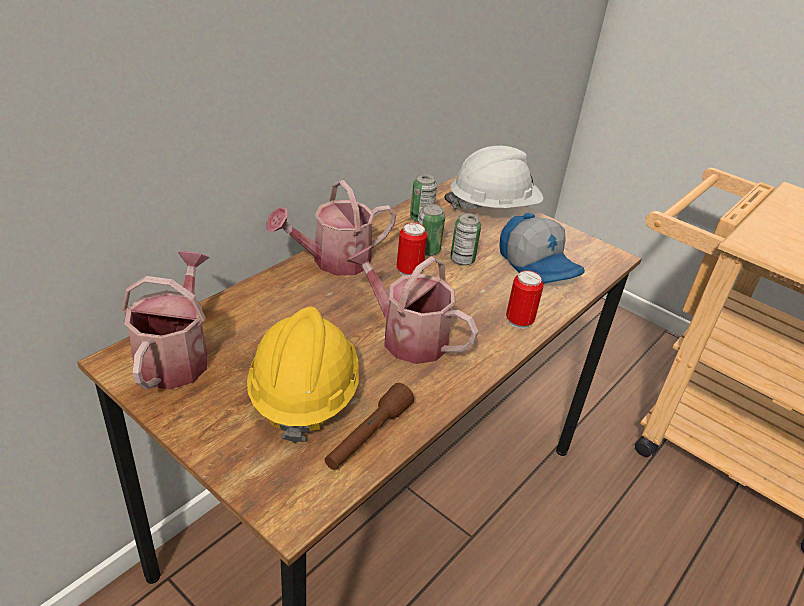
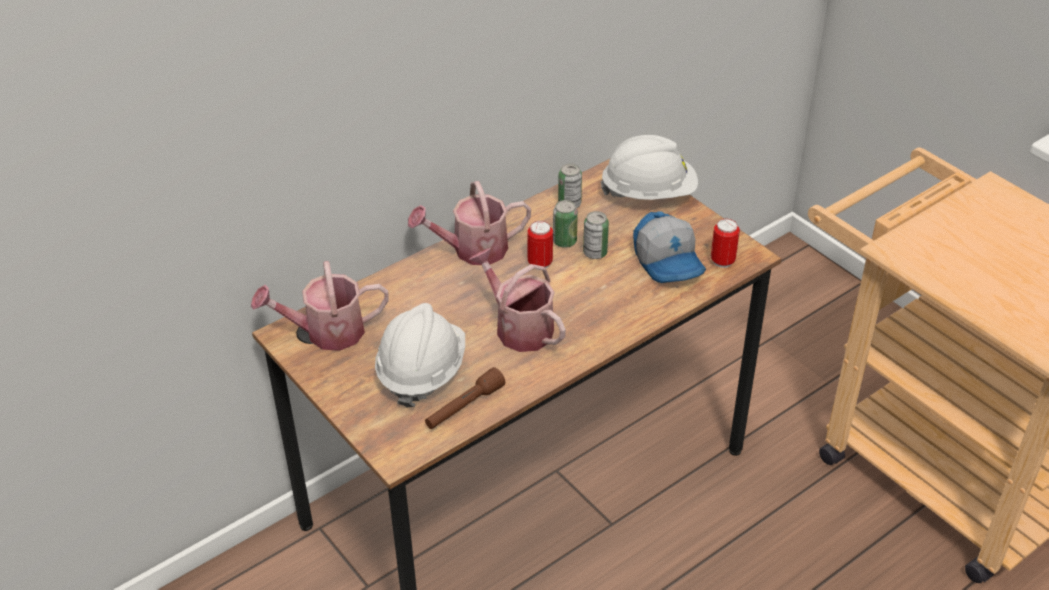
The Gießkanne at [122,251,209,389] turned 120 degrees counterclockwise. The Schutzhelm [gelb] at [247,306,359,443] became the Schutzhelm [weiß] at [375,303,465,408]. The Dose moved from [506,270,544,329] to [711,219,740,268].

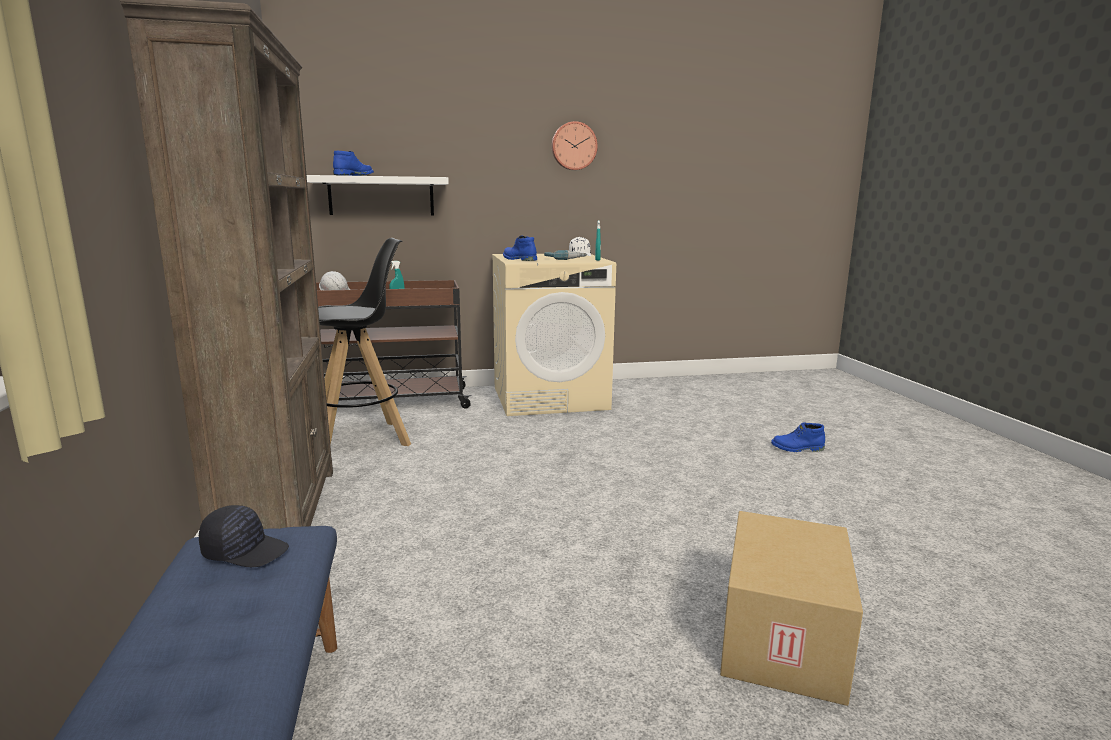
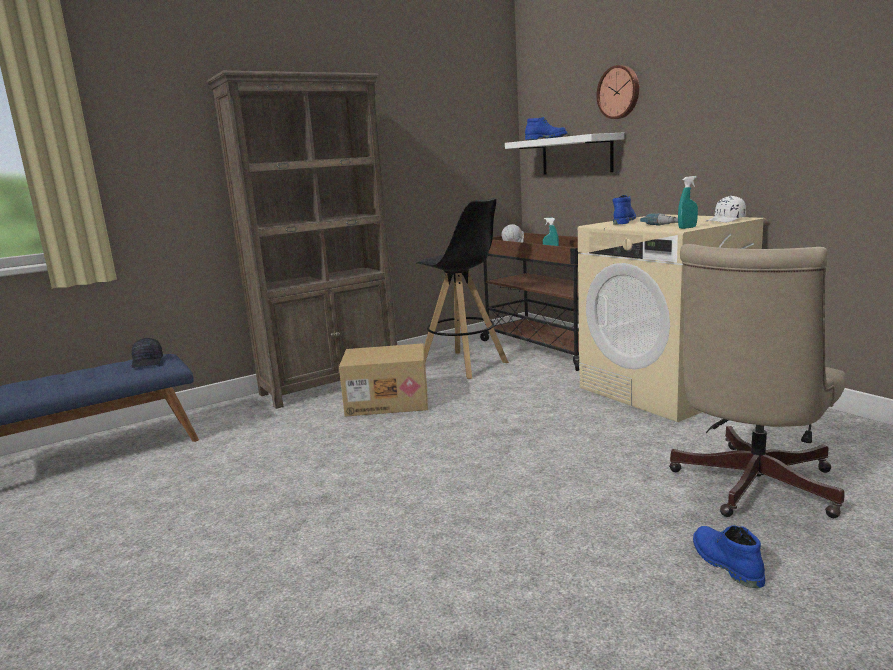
The Wanduhr moved from [552,121,598,170] to [597,65,639,119]. The Karton moved from [720,511,863,706] to [339,343,428,417]. The Bürostuhl [beige] at [669,244,846,518] appeared.

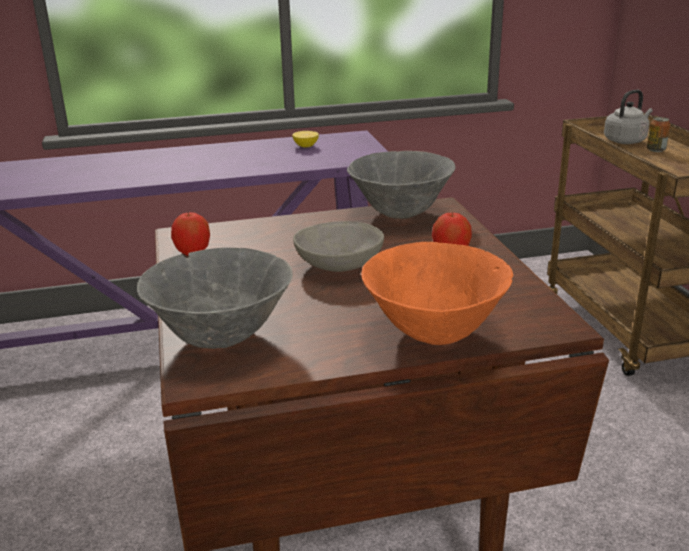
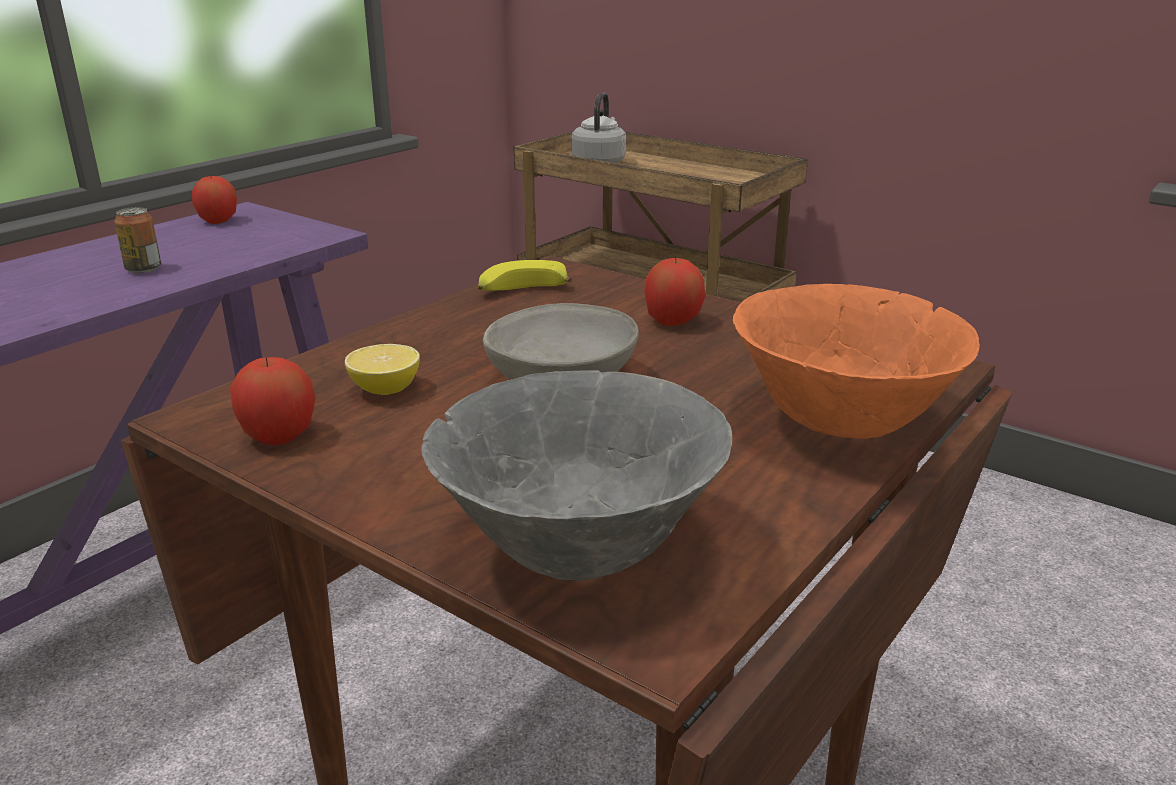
The Zitrone moved from [292,131,319,148] to [345,344,420,395]. The Schüssel [grau] at [347,151,456,219] was replaced by the Banane at [478,260,572,291]. The Dose moved from [647,117,670,152] to [114,207,161,273]. The Apfel at [192,174,237,224] appeared.

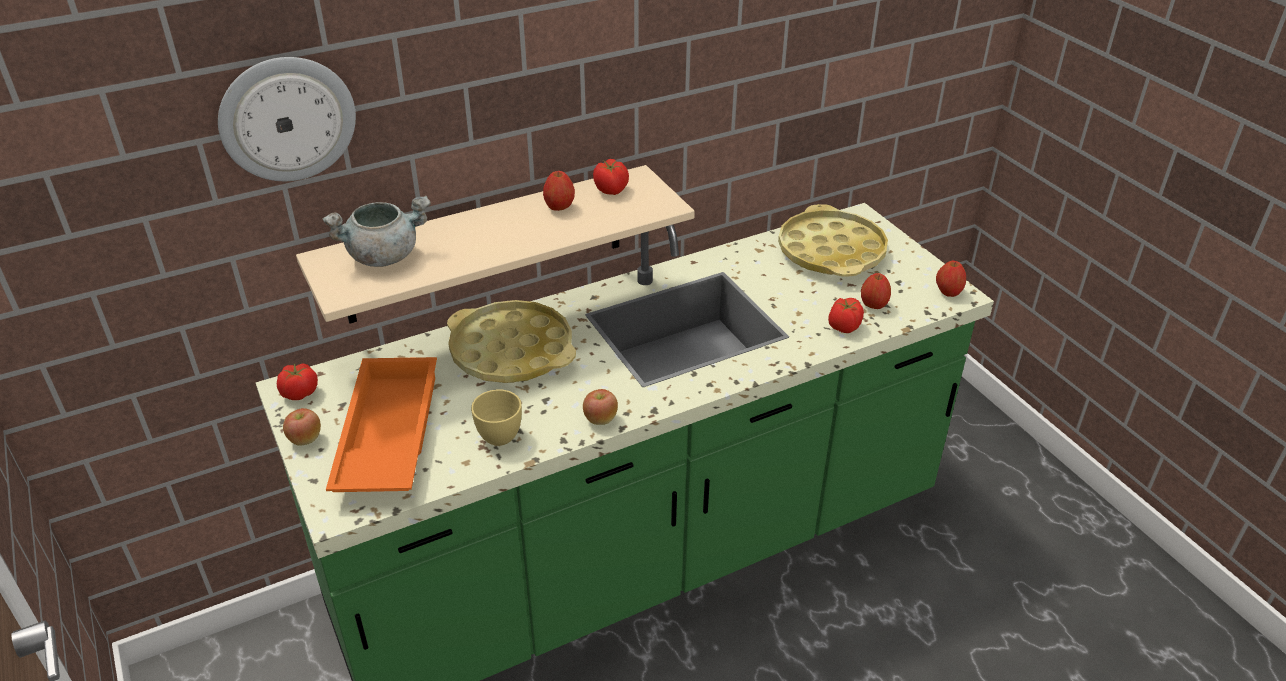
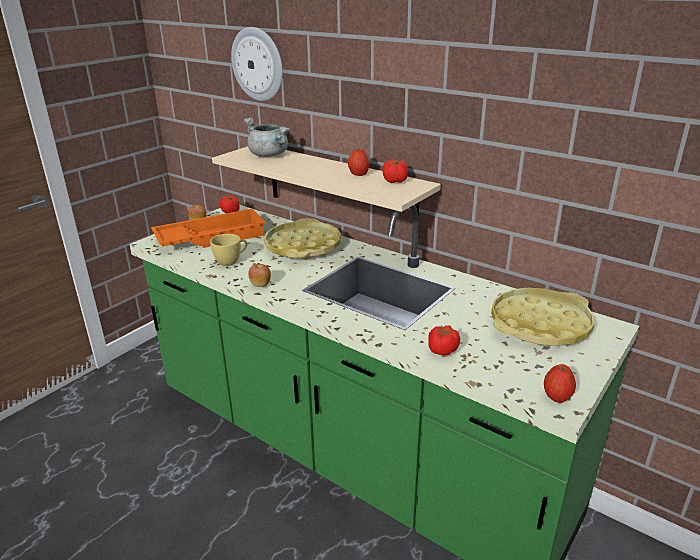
The Apfel at [861,273,891,309] disappeared.

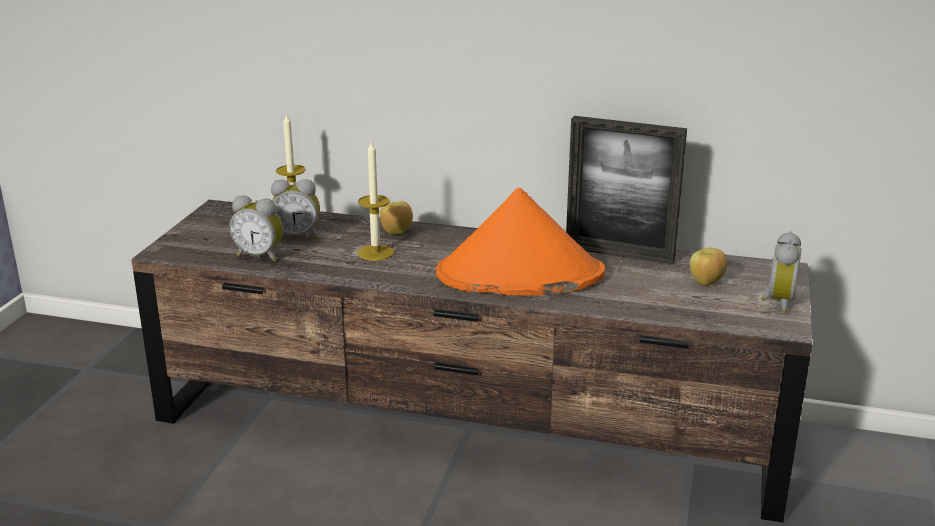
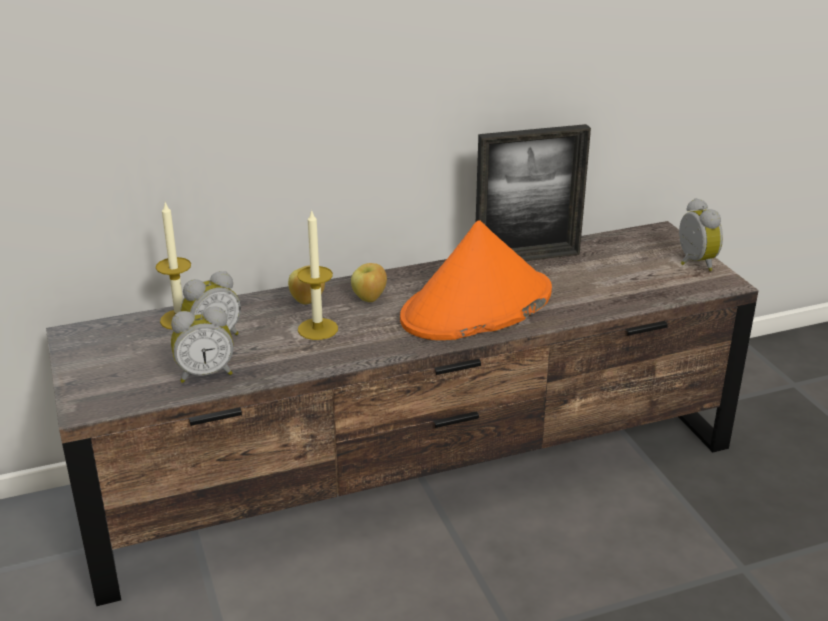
The Apfel moved from [690,248,727,286] to [351,263,387,302].

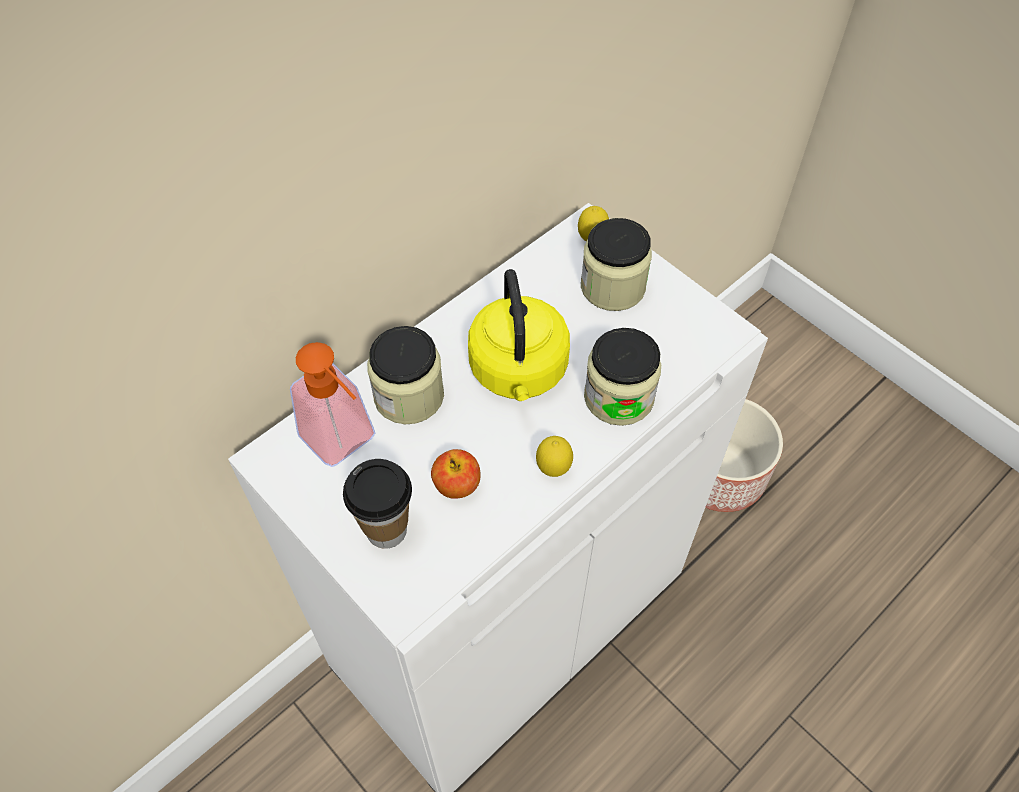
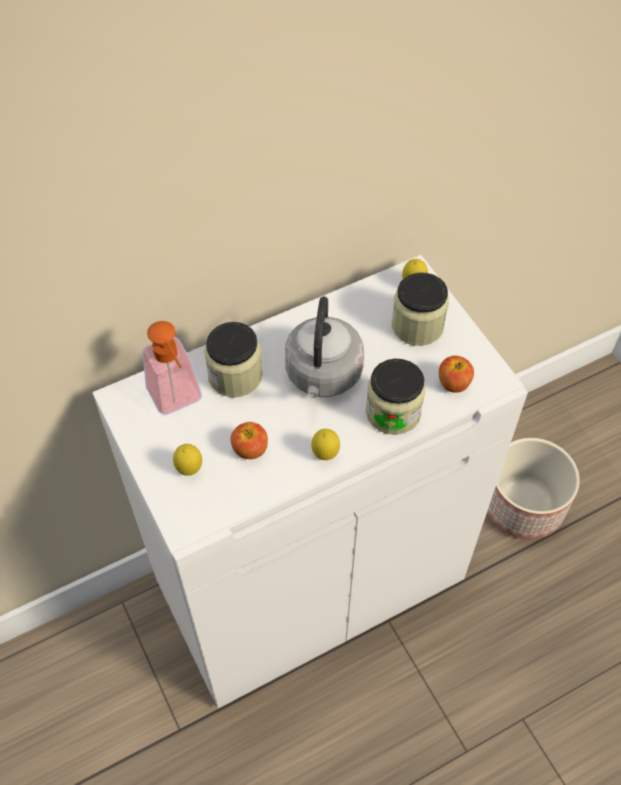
The Tasse at [343,459,412,549] was replaced by the Zitrone at [173,444,202,476]. The Wasserkessel [gelb] at [468,269,570,401] became the Wasserkessel [grau] at [285,297,364,398]. The Apfel at [439,356,474,393] appeared.

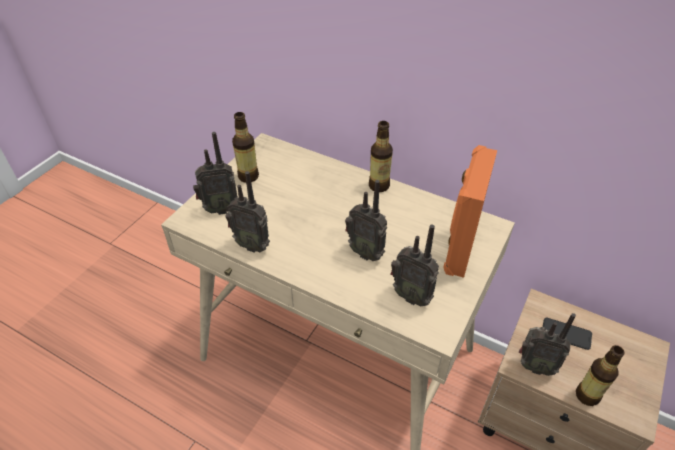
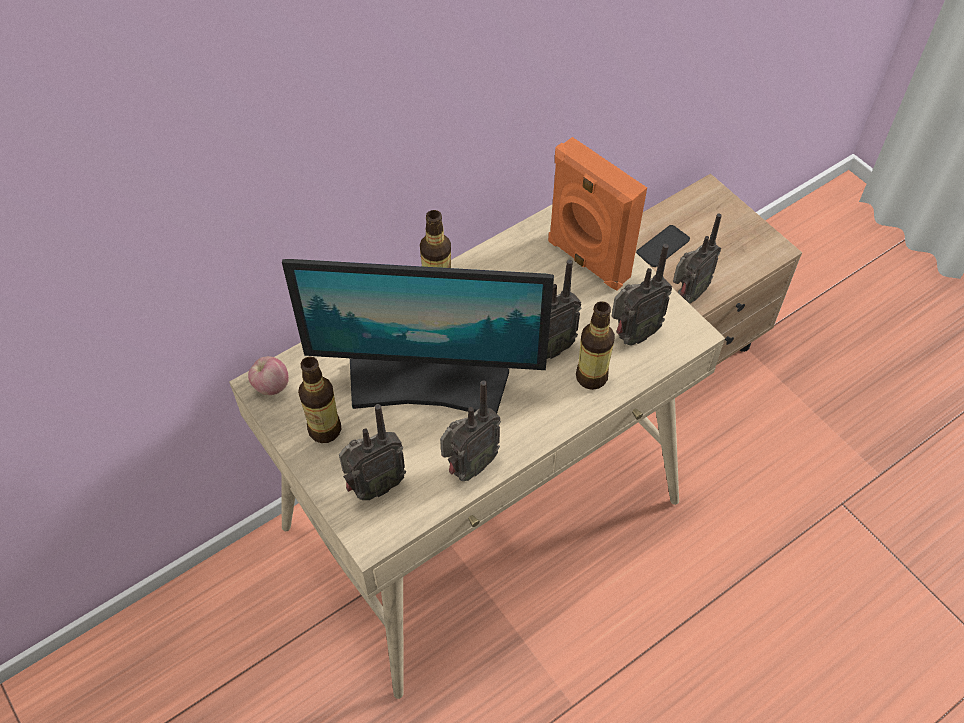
The Radio at [193,132,238,215] turned 45 degrees clockwise. The Flasche moved from [576,345,625,406] to [576,301,615,390]. The Apfel at [248,356,289,395] appeared. The Monitor at [282,259,554,414] appeared.

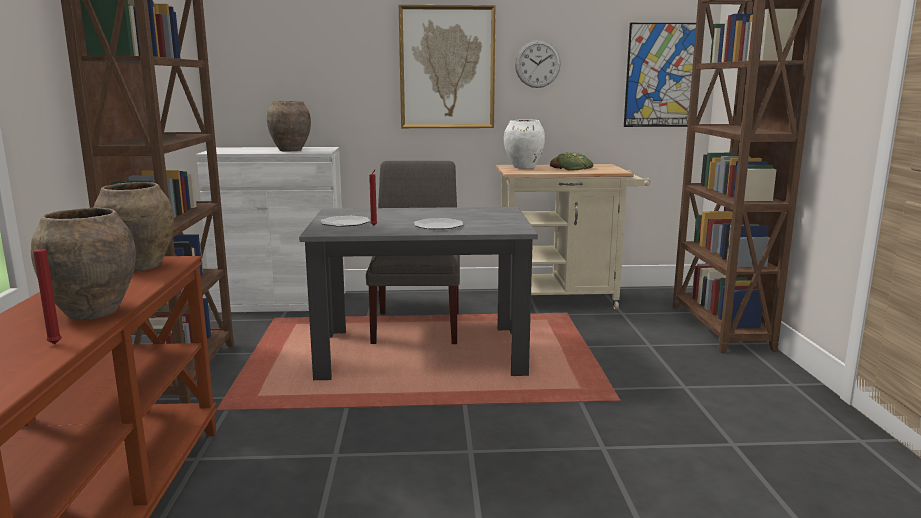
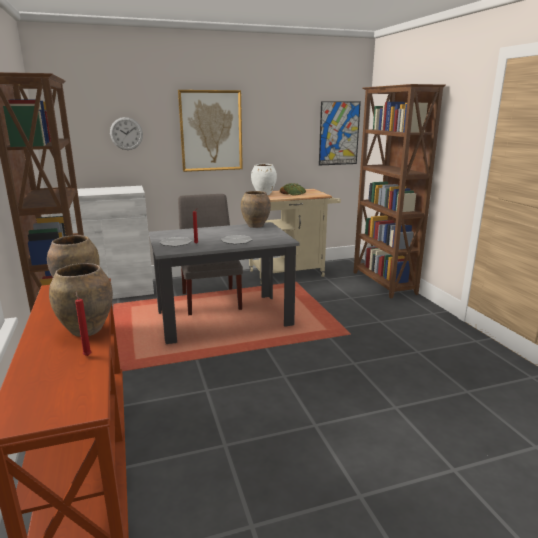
The Vase [braun] moved from [267,101,311,152] to [241,191,271,228]. The Wanduhr moved from [515,40,561,88] to [110,117,143,150].

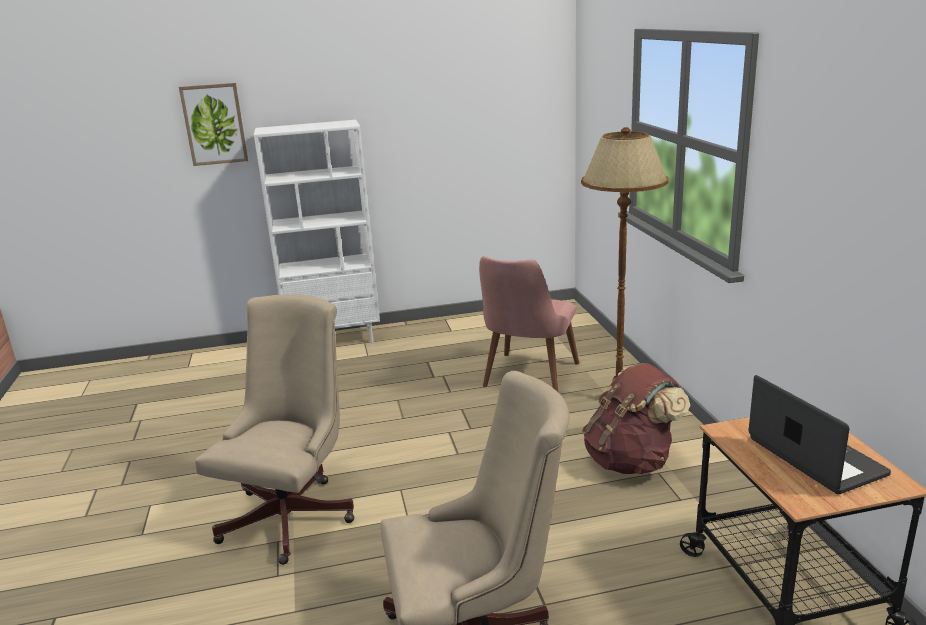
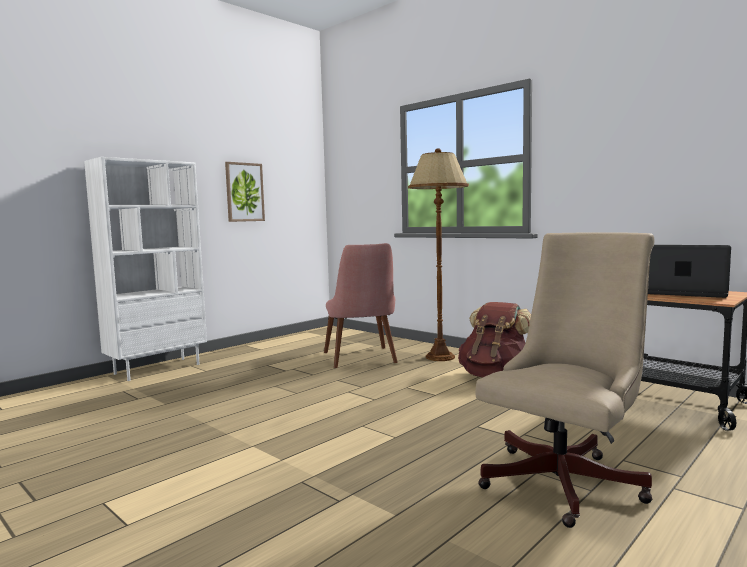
The Bild moved from [179,83,248,166] to [225,162,265,222]. The Bürostuhl [beige] at [195,294,354,565] disappeared.

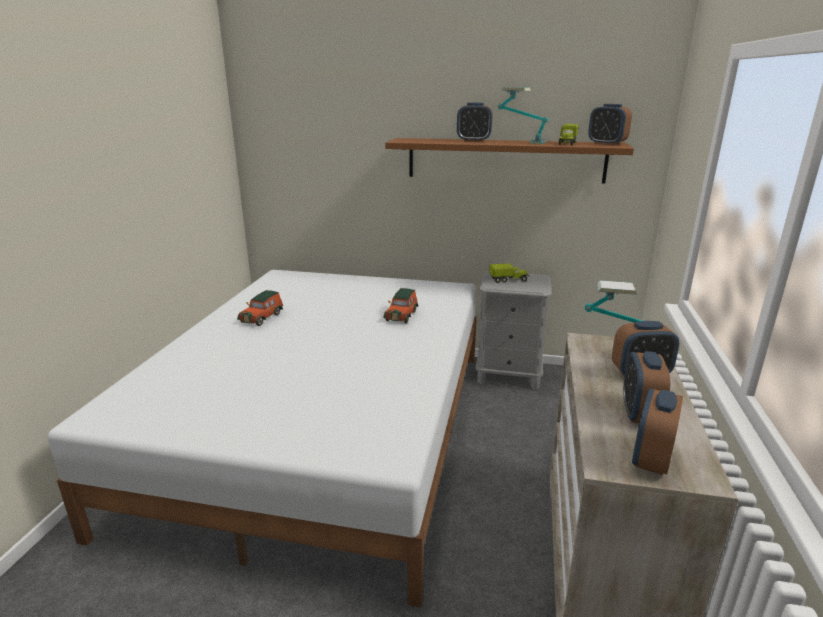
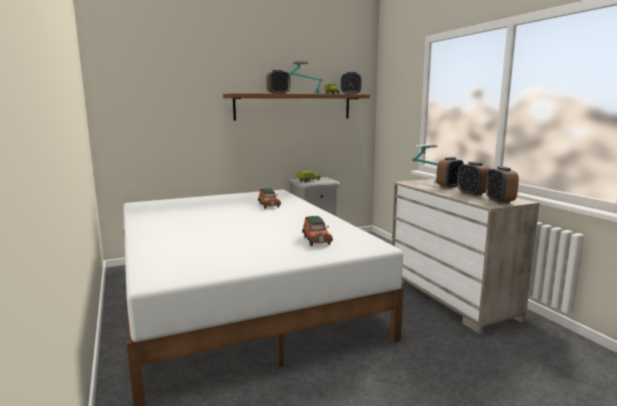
The Spielzeugauto moved from [237,290,283,326] to [302,216,333,246].

